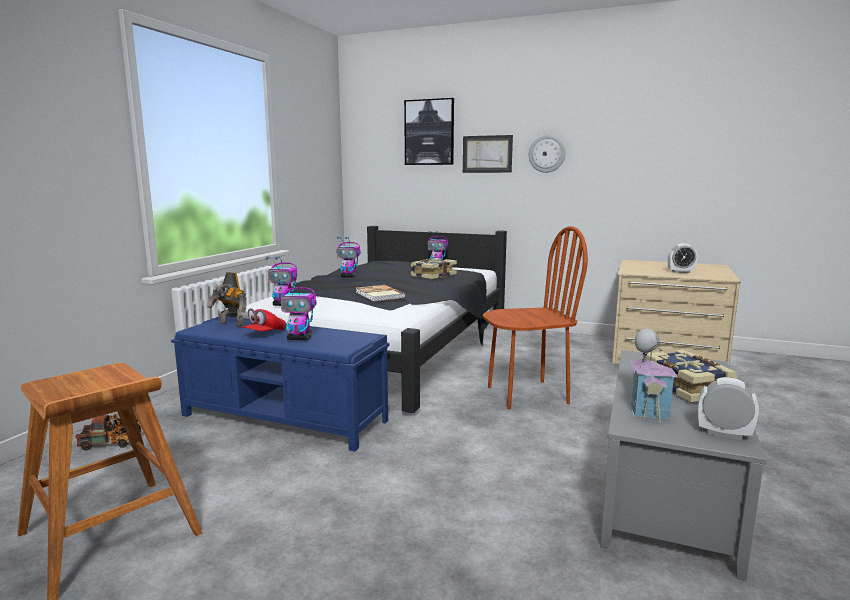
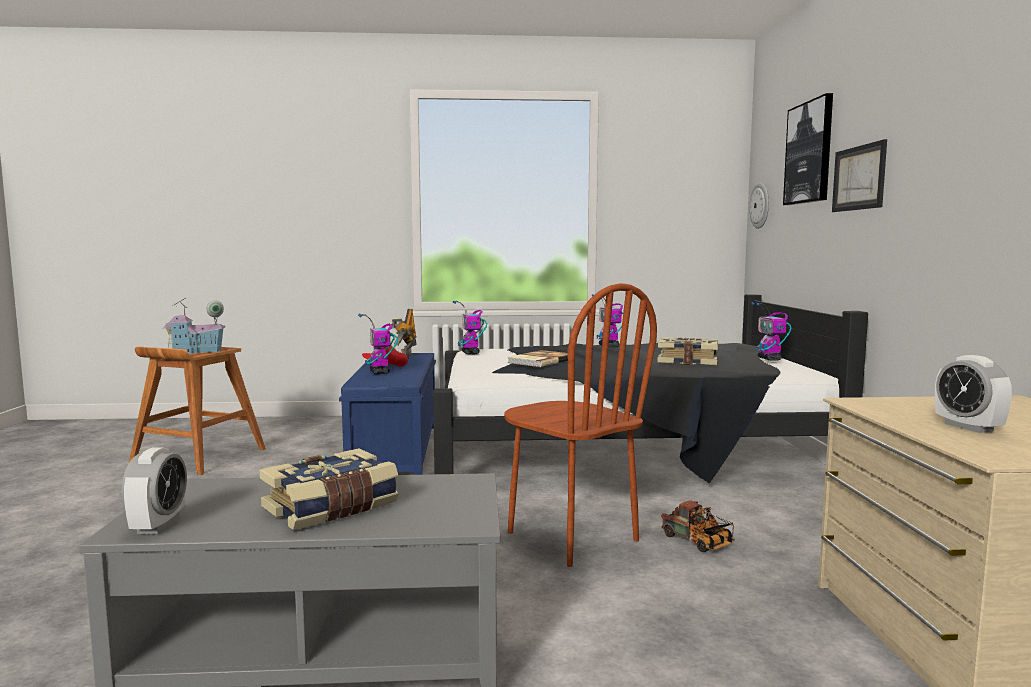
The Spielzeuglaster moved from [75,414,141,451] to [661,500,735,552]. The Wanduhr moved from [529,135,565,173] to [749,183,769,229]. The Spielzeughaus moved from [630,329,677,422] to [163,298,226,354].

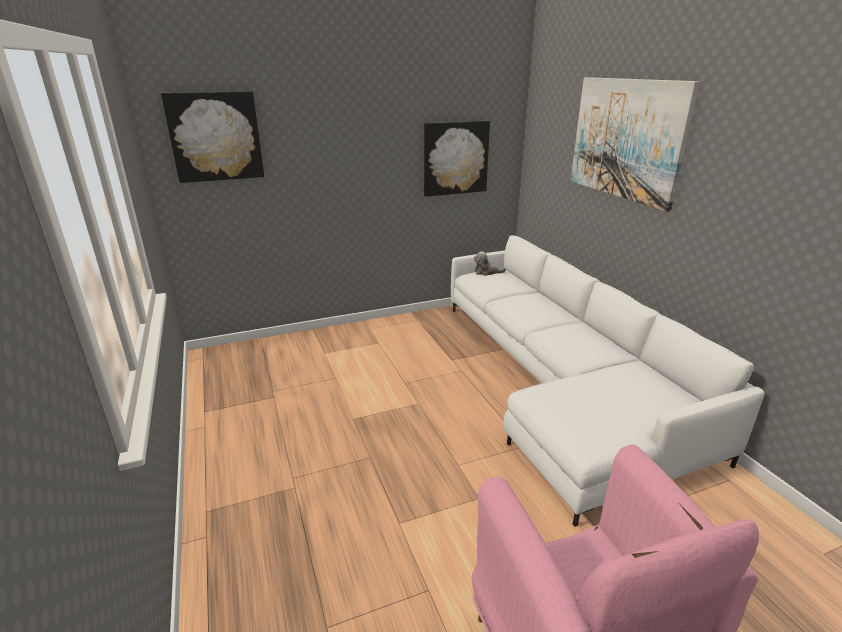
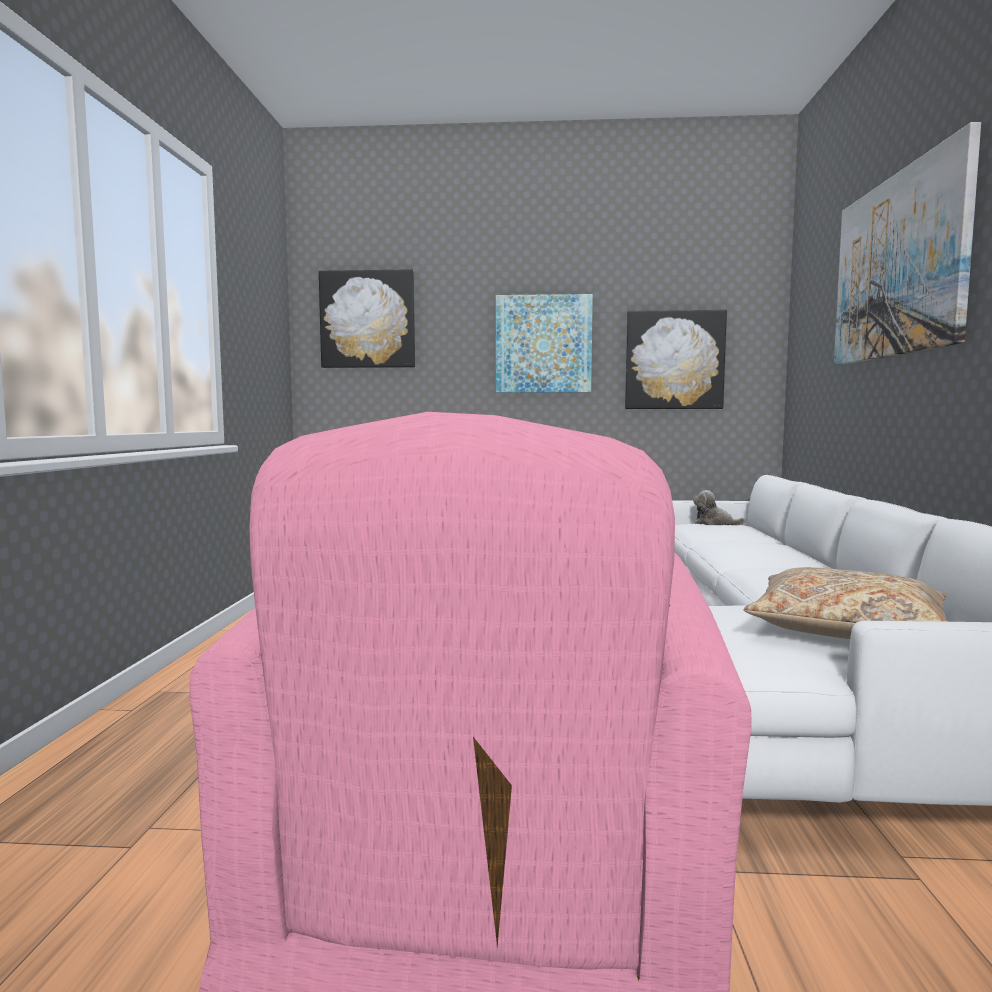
The Bild at [496,294,593,393] appeared. The Kissen [beige] at [744,567,948,639] appeared.

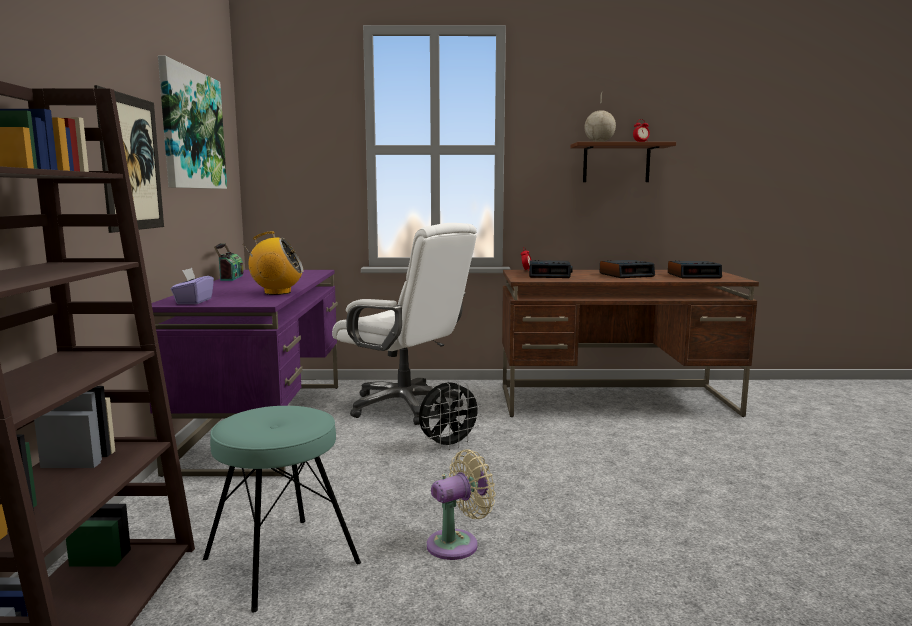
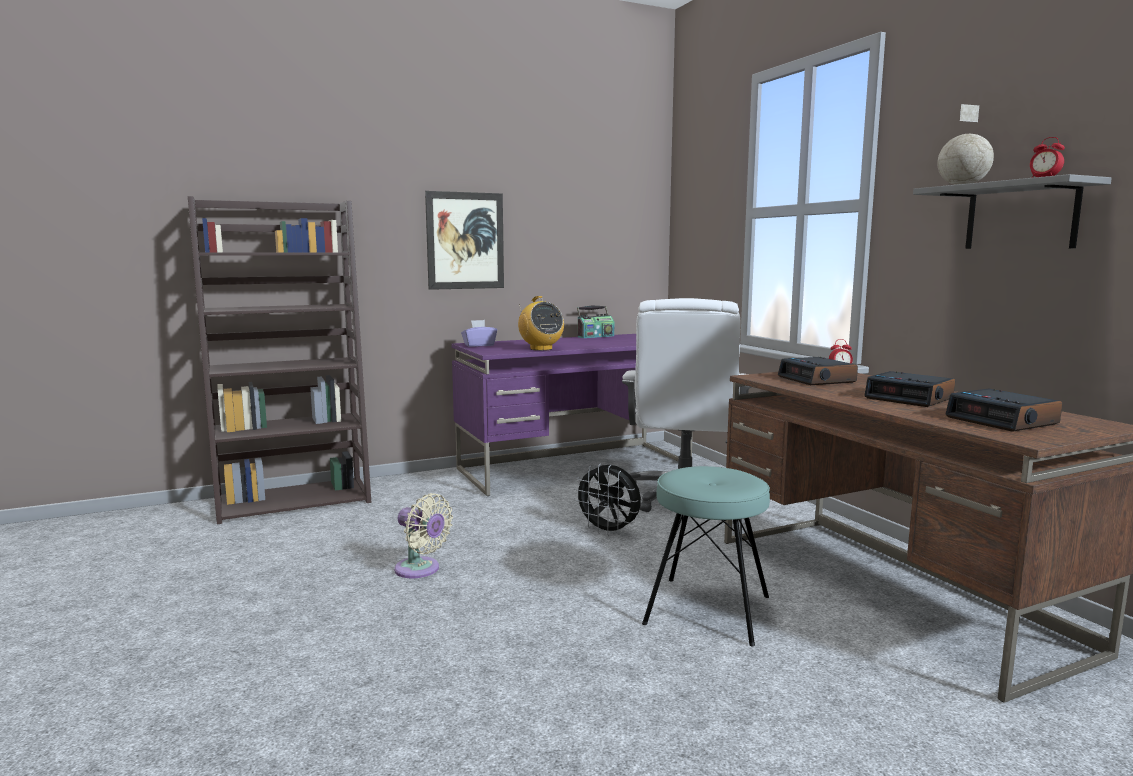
The Bild at [158,56,227,189] disappeared. The Hocker [türkis] moved from [203,406,361,612] to [642,466,770,646]. The Wandregal [braun] at [570,142,676,182] became the Wandregal [grau] at [913,174,1112,249].

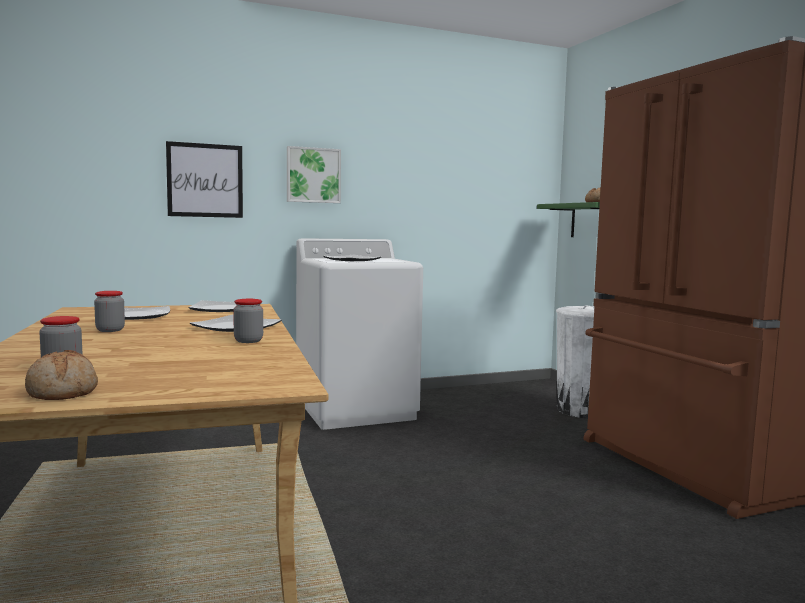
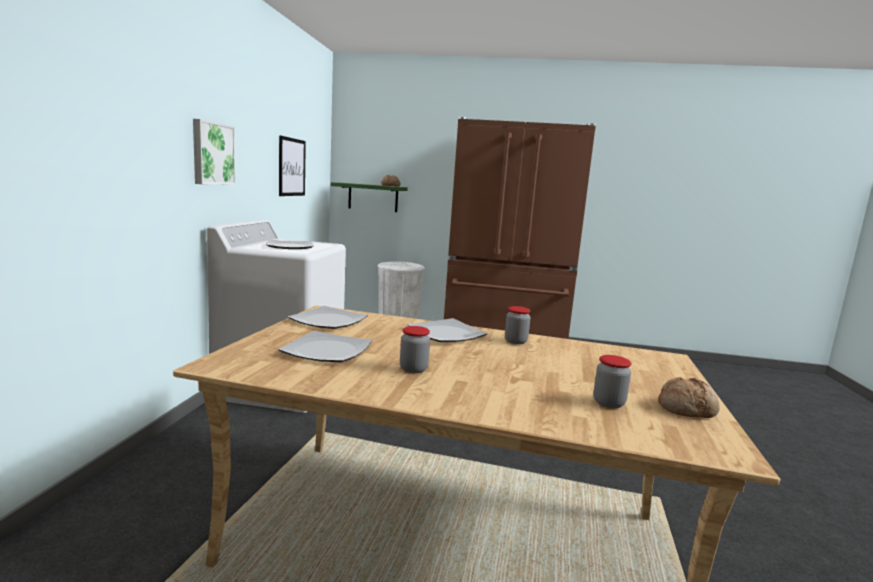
The Bild moved from [166,141,243,218] to [279,135,306,196].

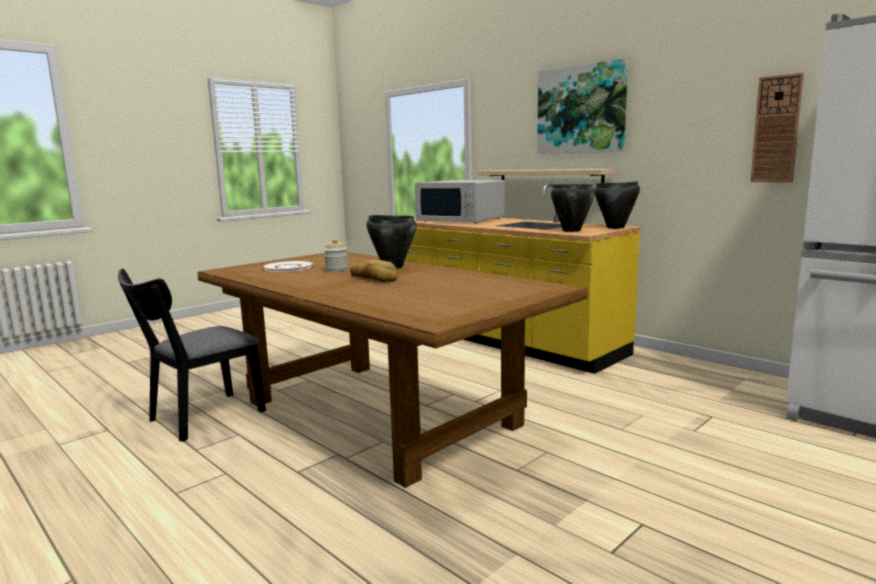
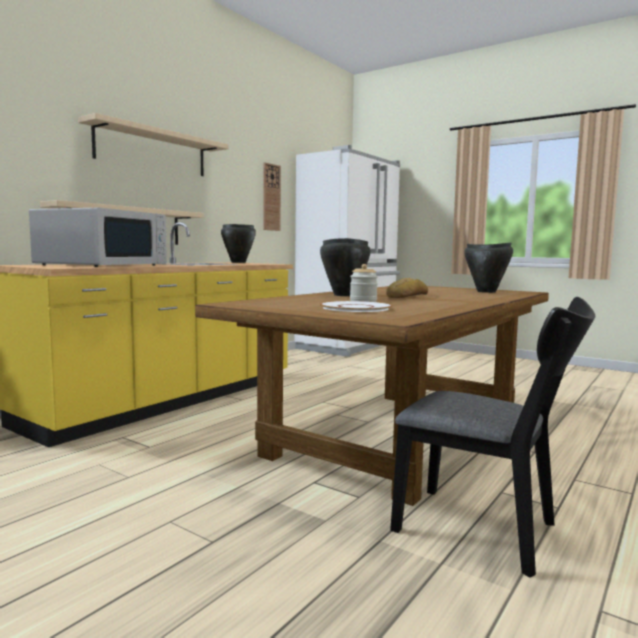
The Bild at [537,58,628,154] was replaced by the Wandregal [beige] at [78,113,229,176]. The Kochtopf [schwarz] moved from [551,184,595,232] to [464,243,513,293].

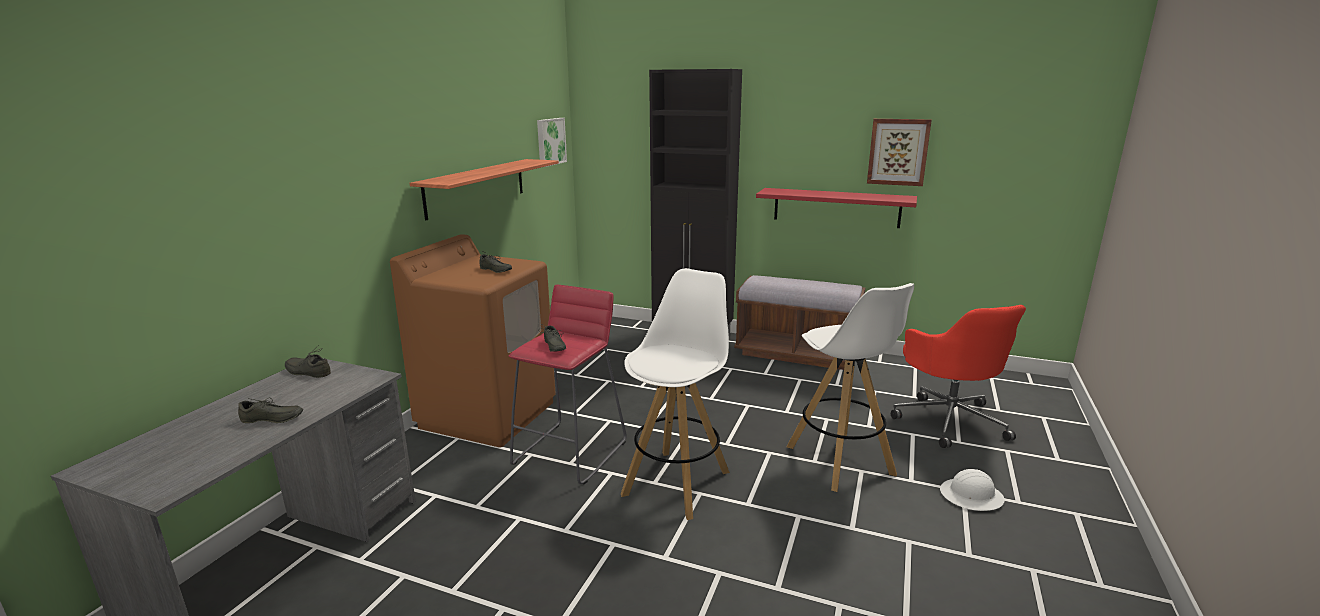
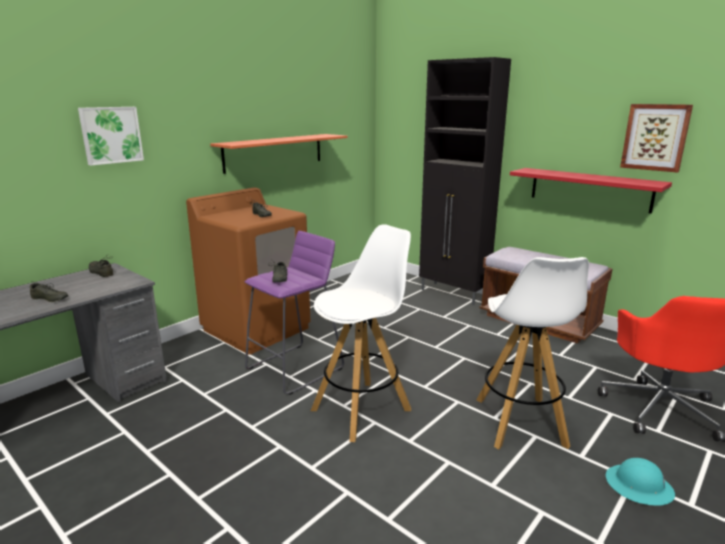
The Hocker [rot] at [509,285,627,484] became the Hocker [lila] at [245,231,344,395]. The Bild moved from [537,118,567,167] to [78,107,144,166]. The Schutzhelm [weiß] at [940,469,1005,511] became the Schutzhelm [türkis] at [605,458,675,506].

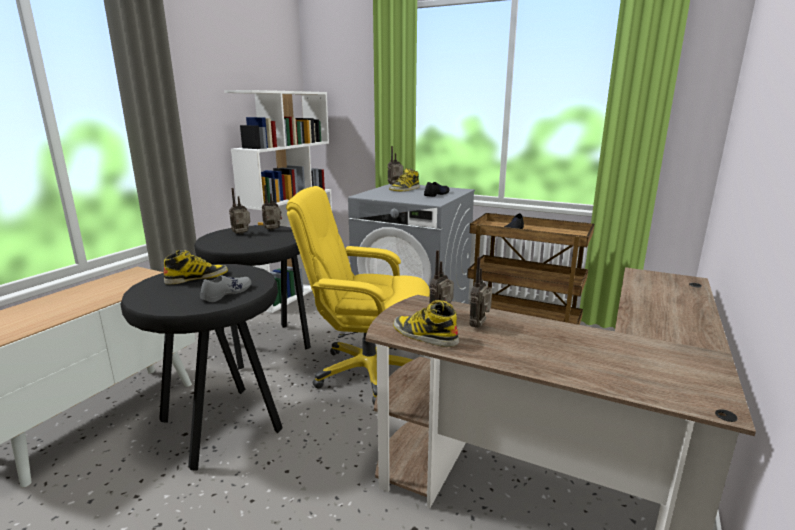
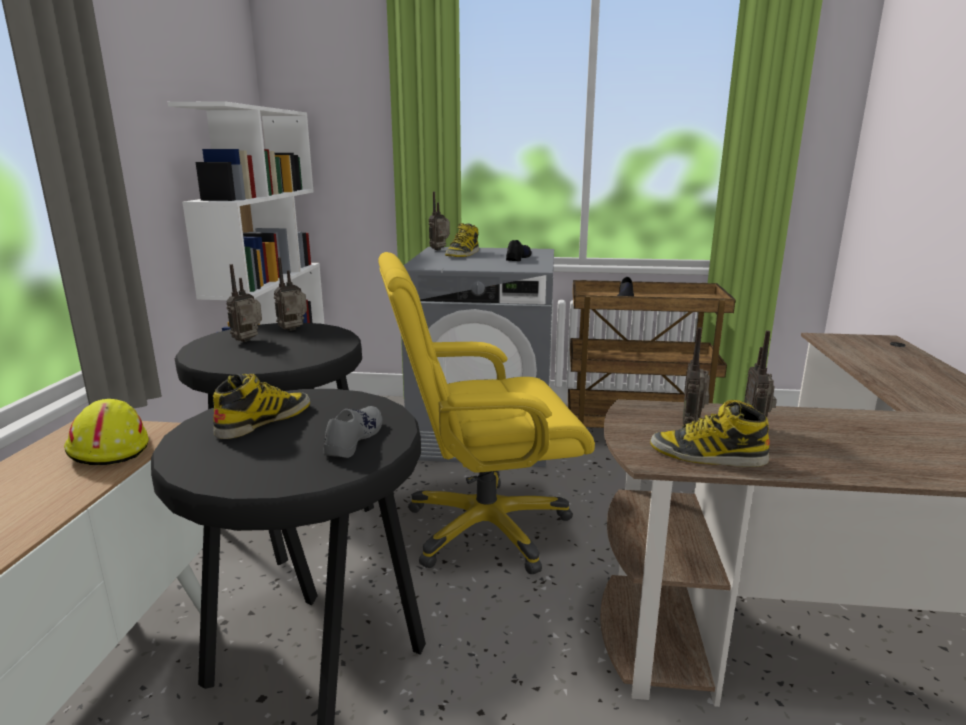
The Schutzhelm [gelb] at [64,399,149,465] appeared.

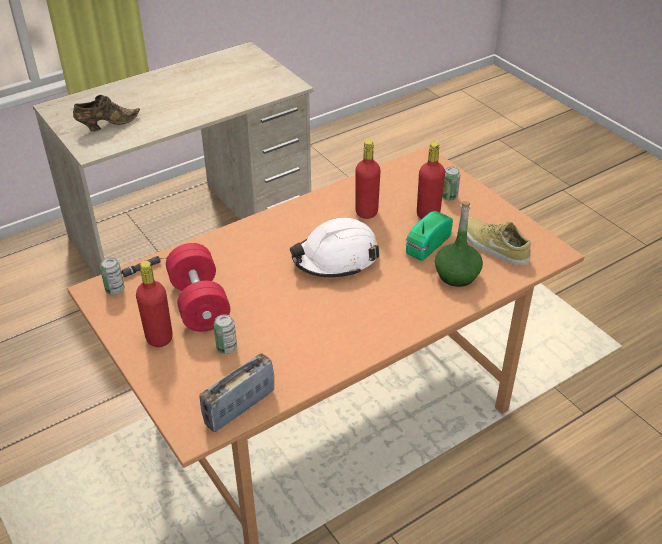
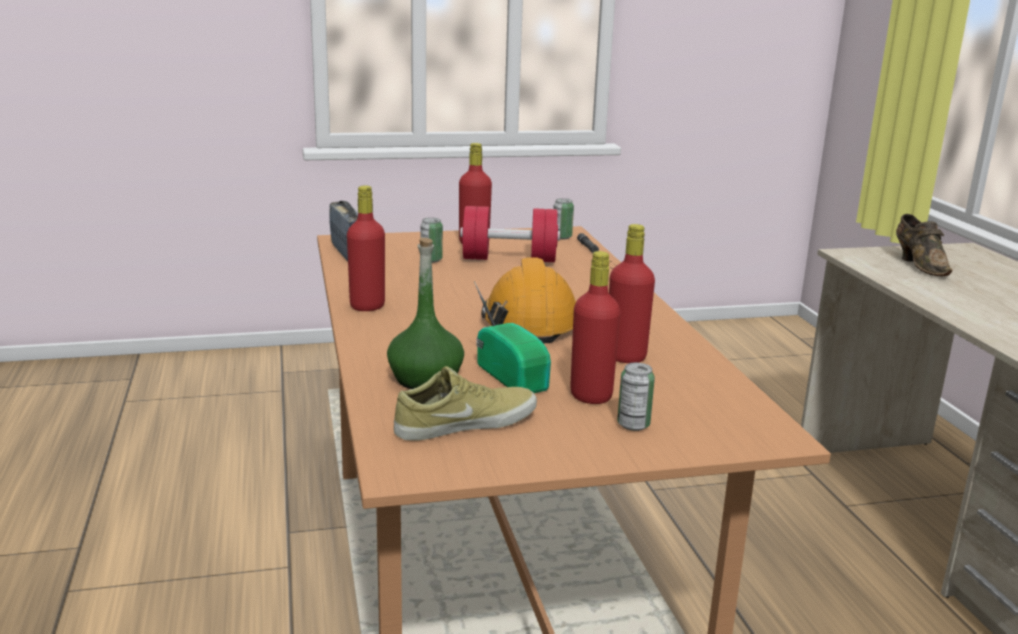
The Schutzhelm [weiß] at [290,218,379,277] became the Schutzhelm [orange] at [481,257,576,344]. The Flasche [rot] at [347,185,385,311] appeared.

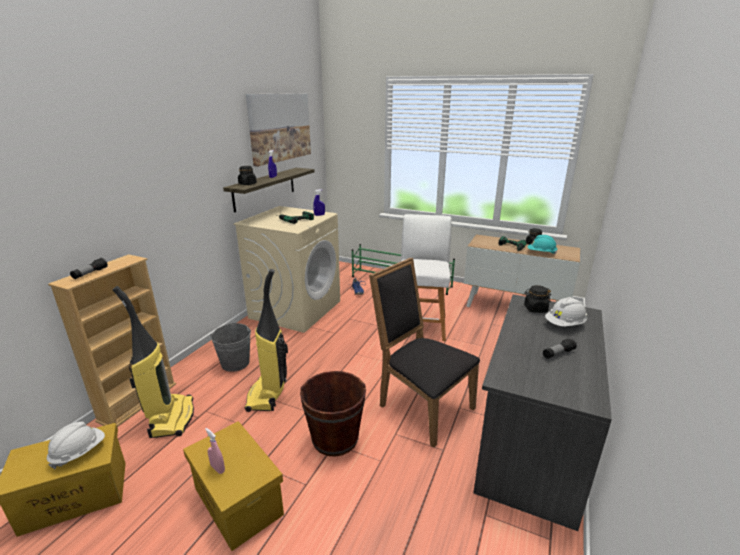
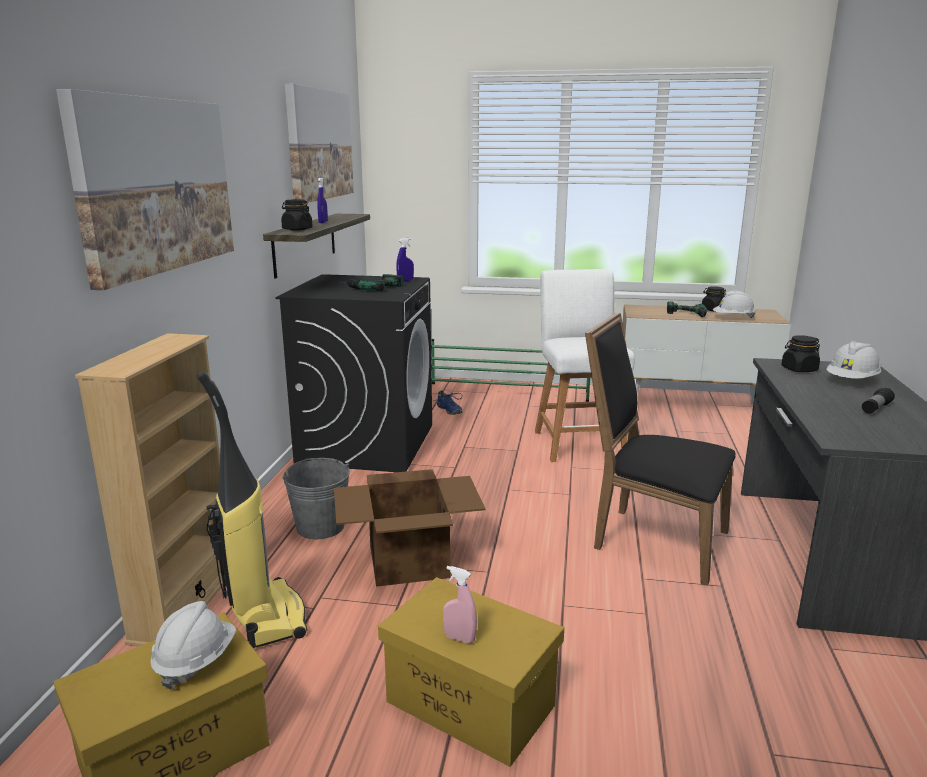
The Taschenlampe at [70,258,108,279] disappeared. The Waschmaschine [beige] at [233,206,340,333] became the Waschmaschine [schwarz] at [275,274,432,472]. The Staubsauger at [245,269,288,412] was replaced by the Karton at [334,469,485,587]. The Eimer [braun] at [300,371,366,457] disappeared. The Schutzhelm [türkis] at [527,235,557,254] became the Schutzhelm [weiß] at [713,291,756,318]. The Bild at [56,89,234,290] appeared.

